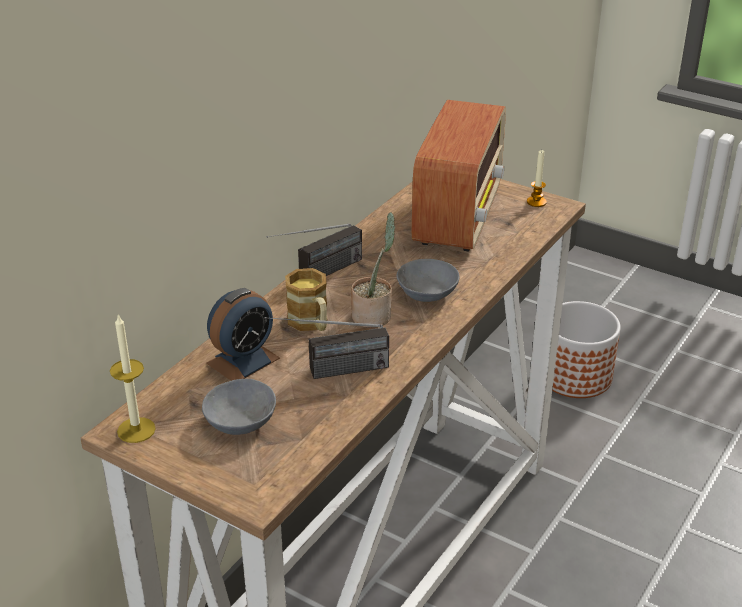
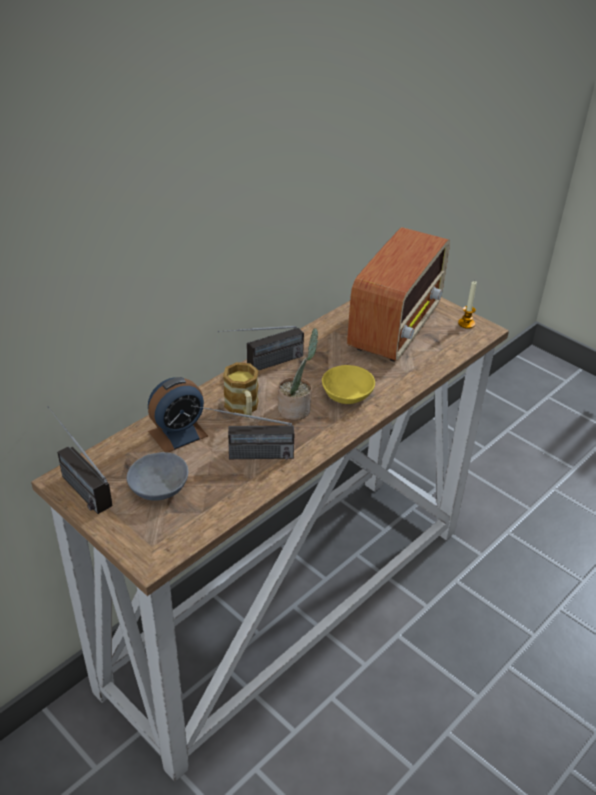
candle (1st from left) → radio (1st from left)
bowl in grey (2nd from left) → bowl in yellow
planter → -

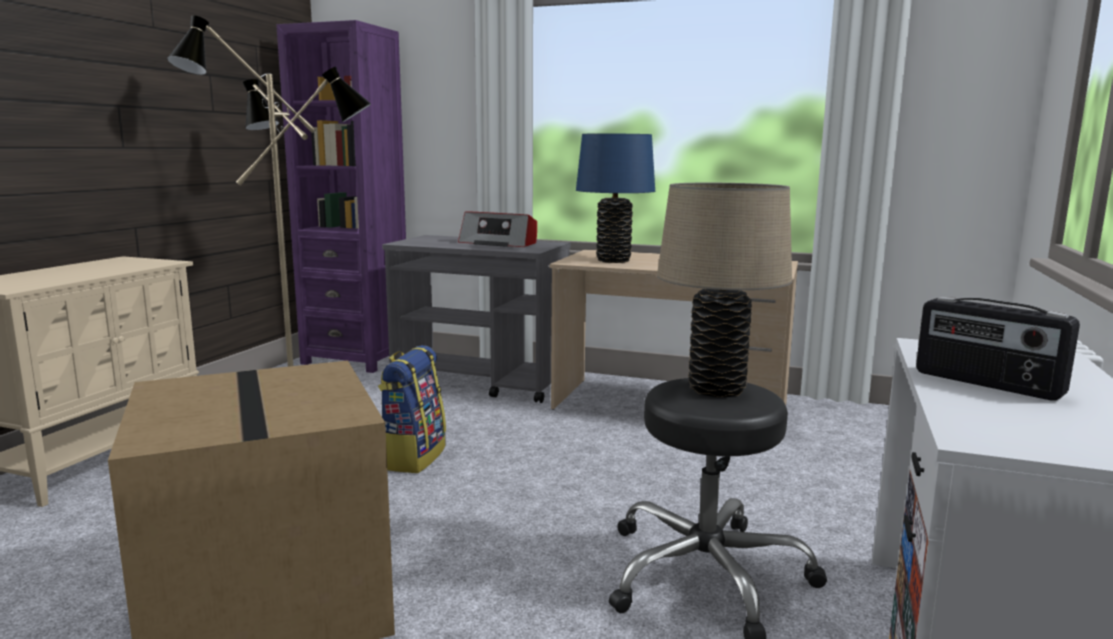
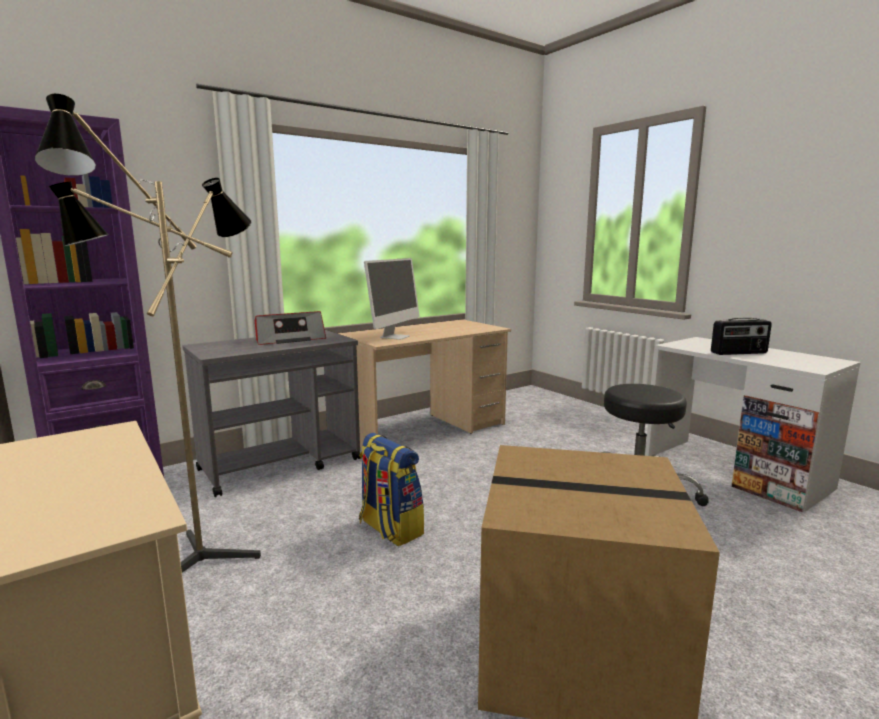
table lamp in blue → monitor
table lamp in beige → -

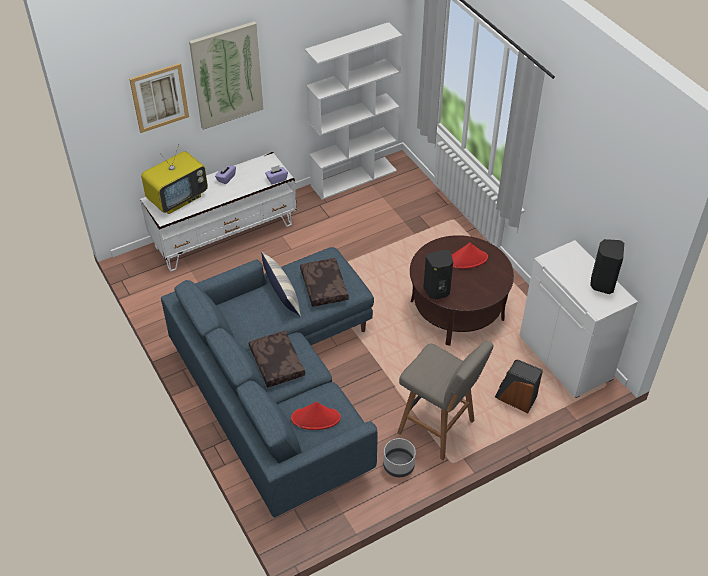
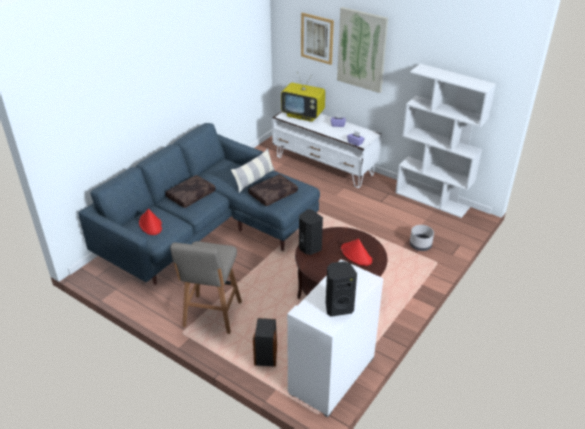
planter in grey, move

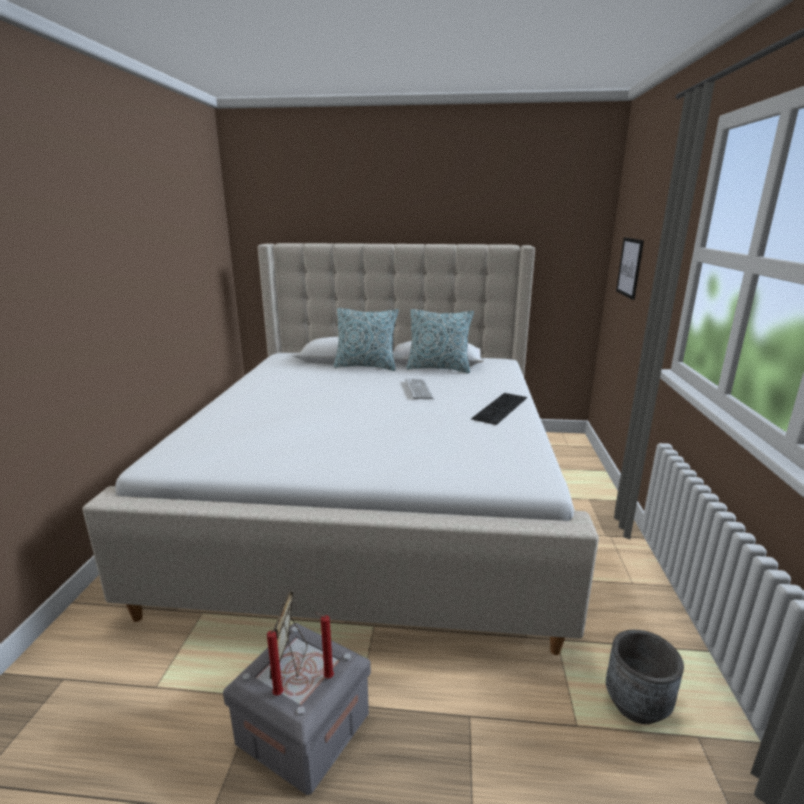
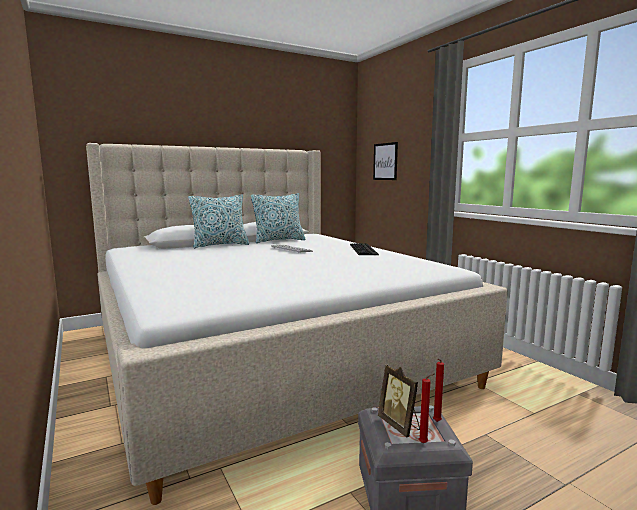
planter in grey → -

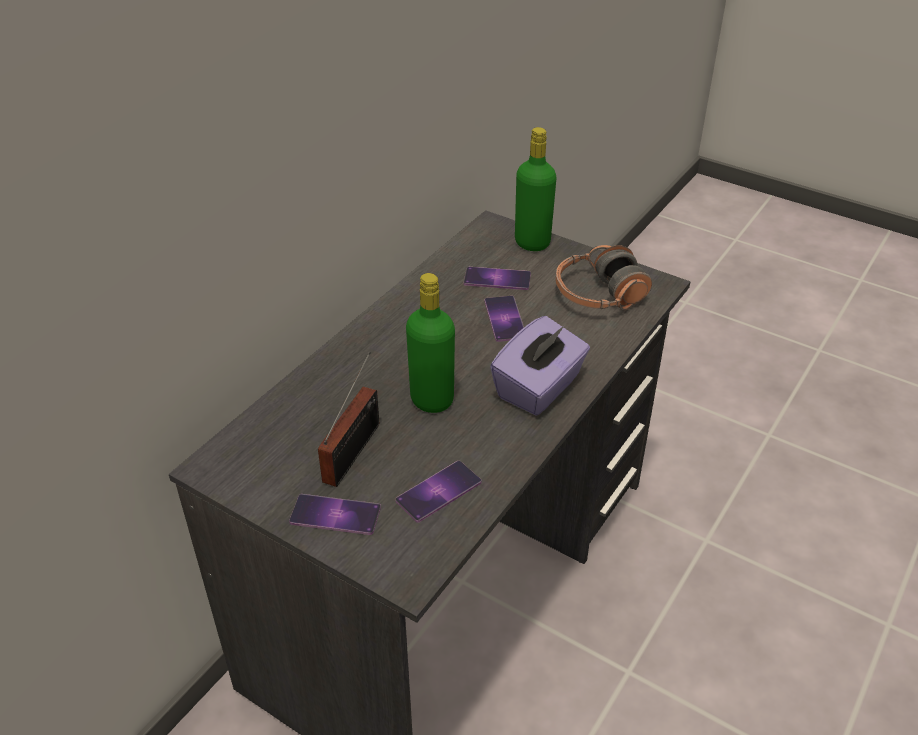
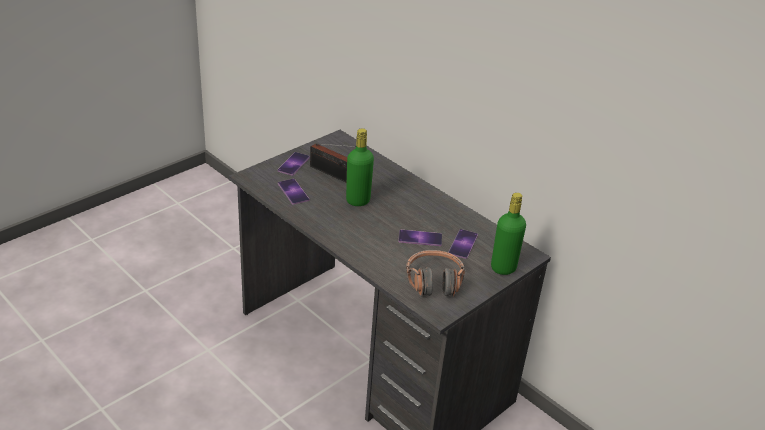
tissue box in purple → -

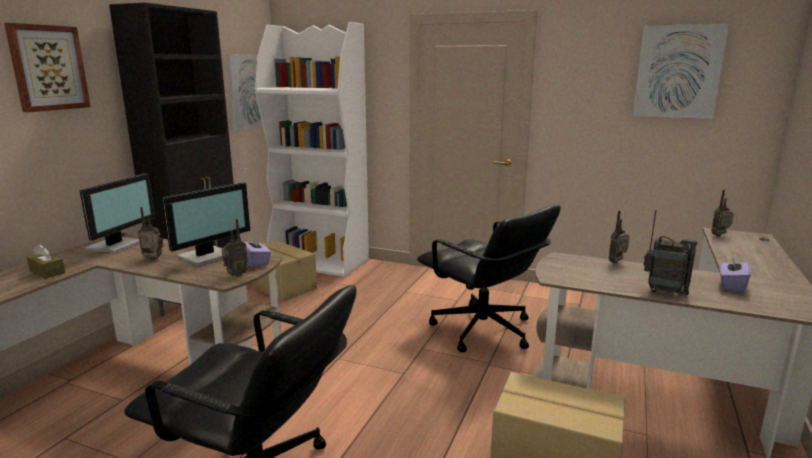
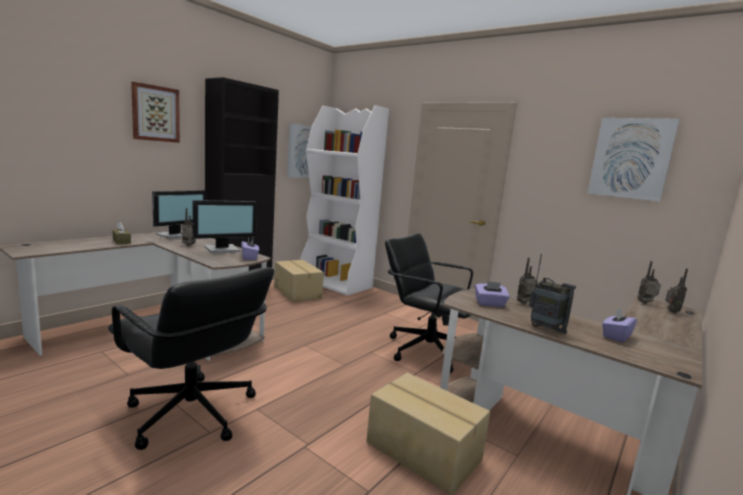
radio (2nd from left in the first image) → radio (5th from left), move
office chair in black (2nd from left), 150 degrees clockwise
- → tissue box in purple (2nd from left)

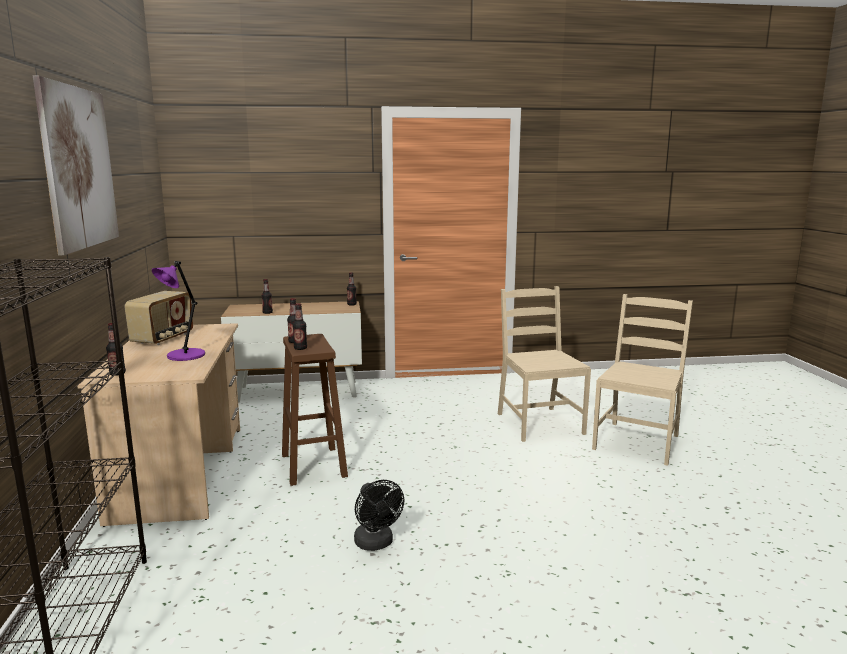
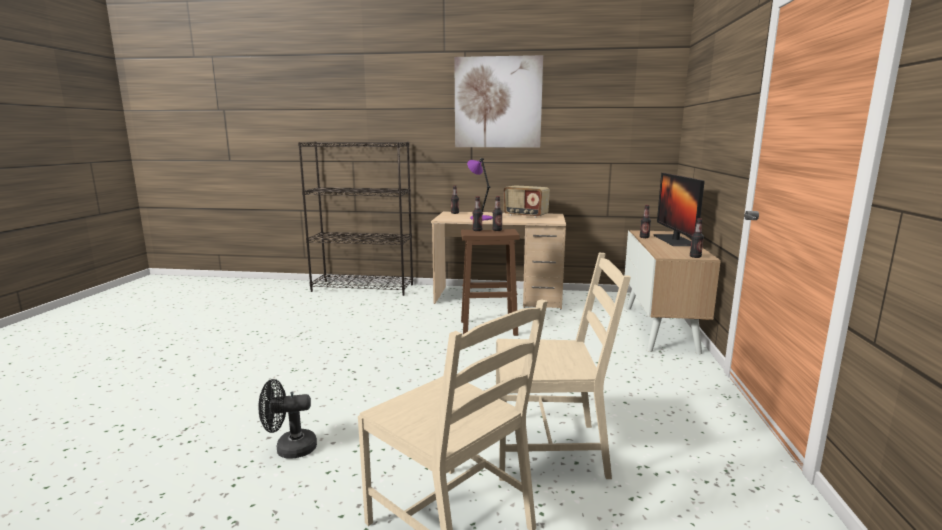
fan in black, move
- → monitor

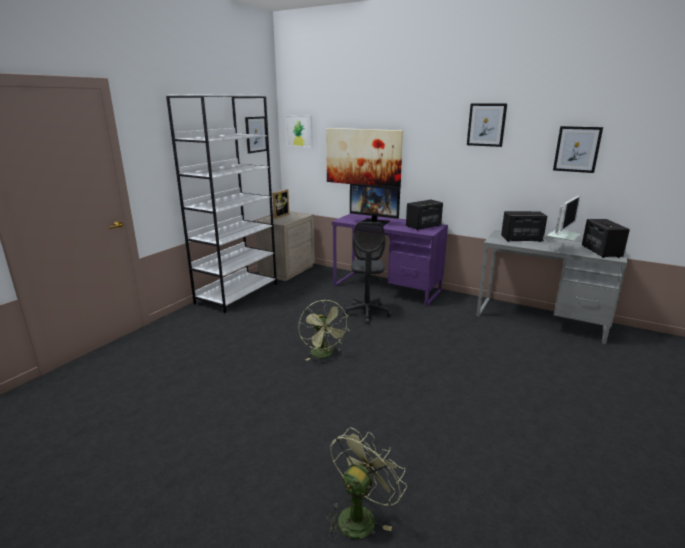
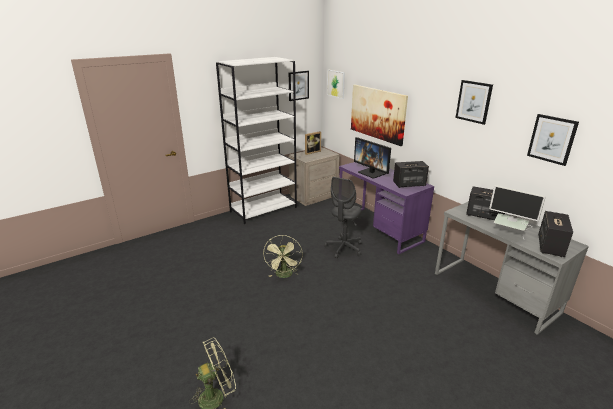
monitor (2nd from left), 60 degrees clockwise

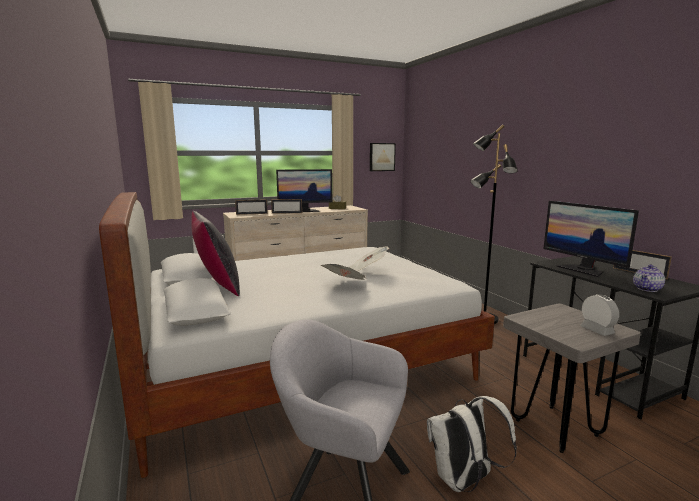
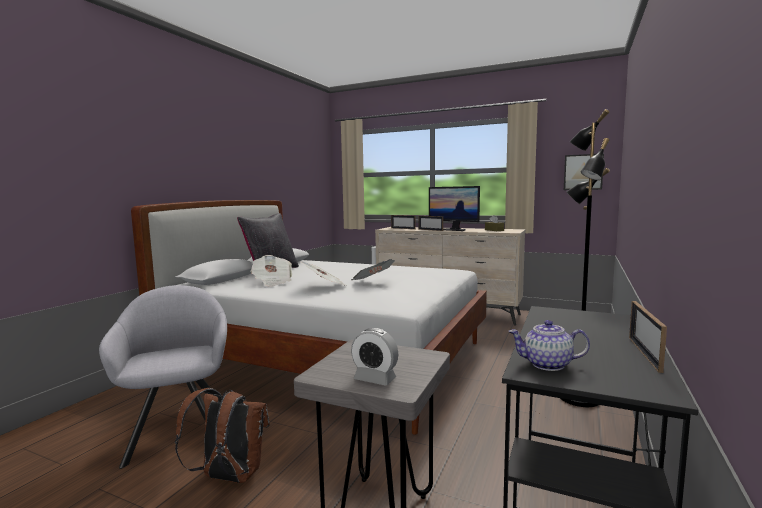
backpack in white → backpack in brown
monitor (2nd from left) → -
alarm clock, 90 degrees clockwise
- → newspaper (1st from left)

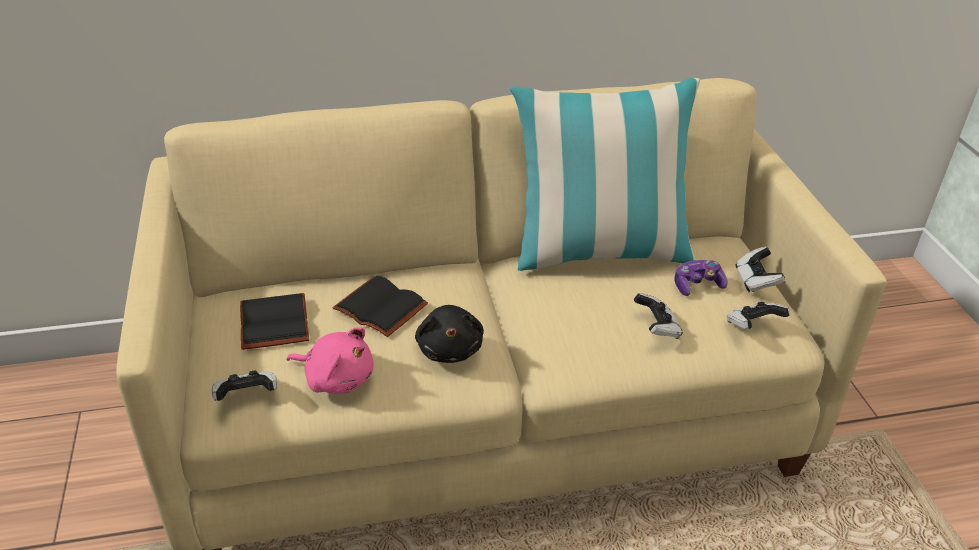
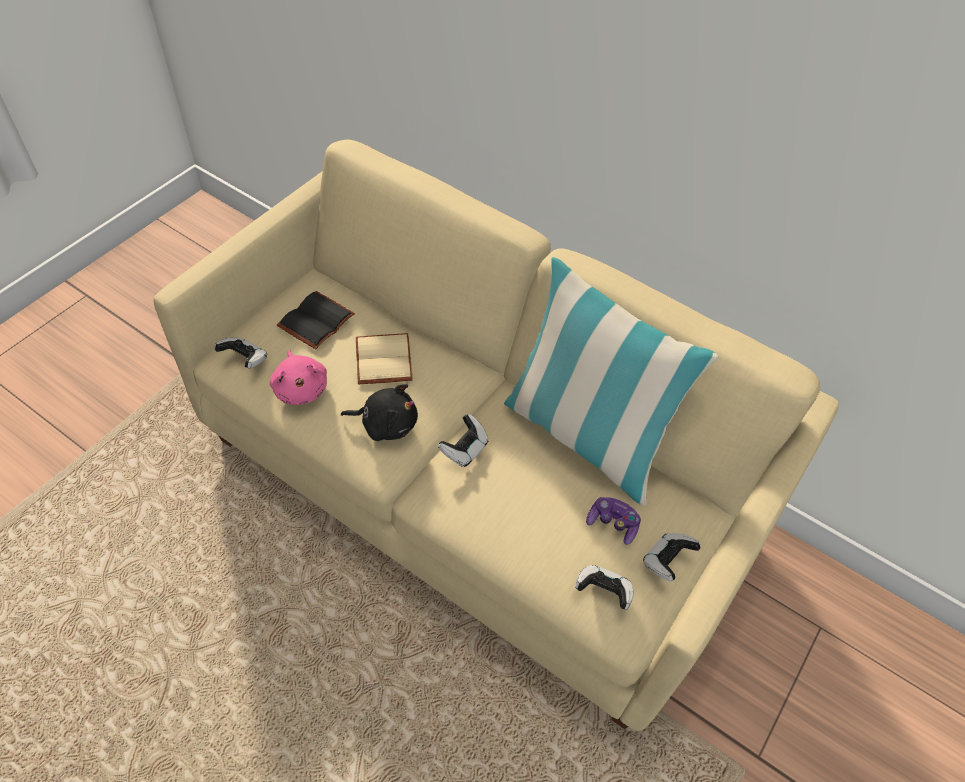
book in black (2nd from left) → book in beige
plush toy in black, 120 degrees counterclockwise
game controller (2nd from left), move

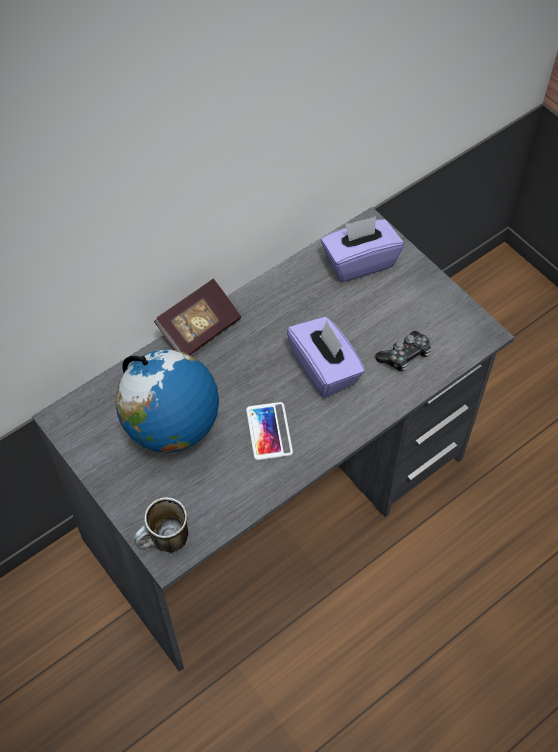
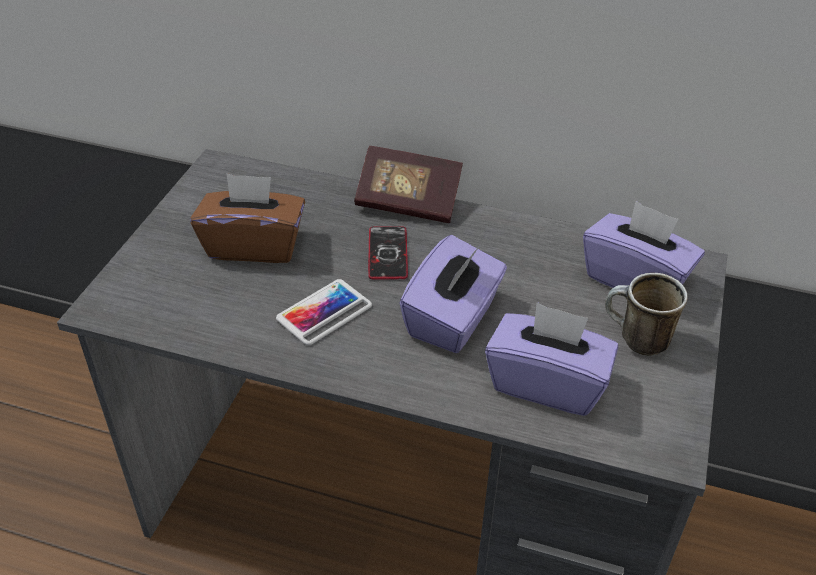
globe → tissue box in brown
mug, move
game controller → tissue box in purple (2nd from left)
- → phone (2nd from left)

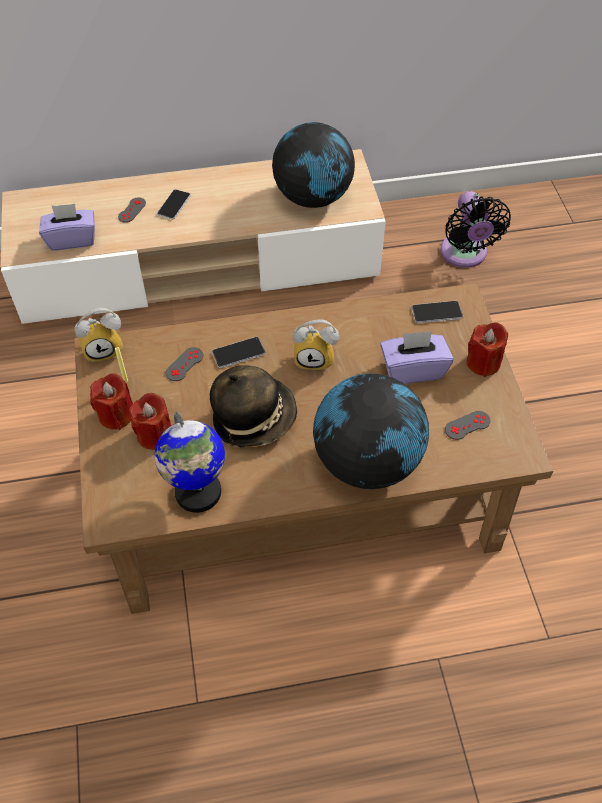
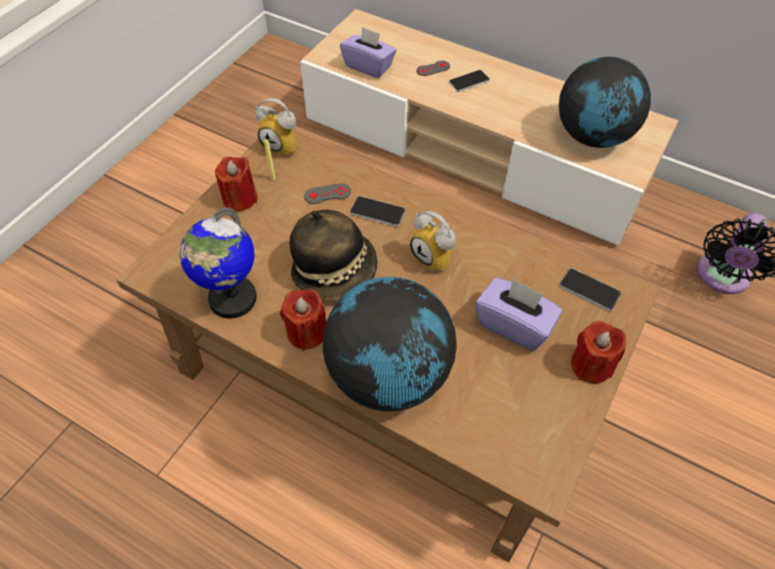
candle in red (2nd from left), move
game controller in grey (3rd from left) → -

